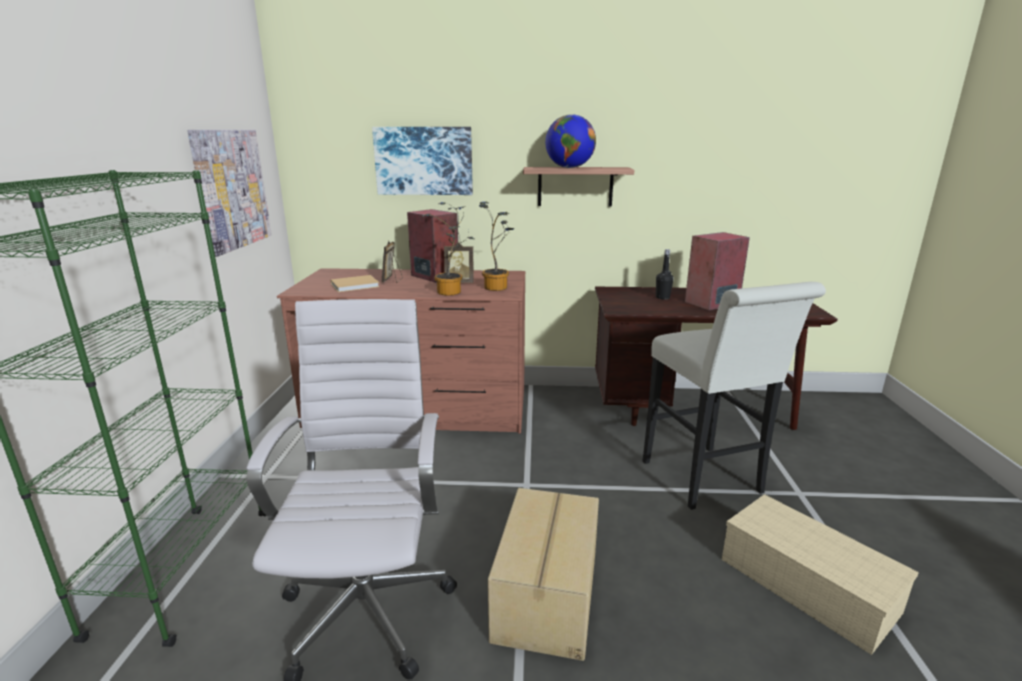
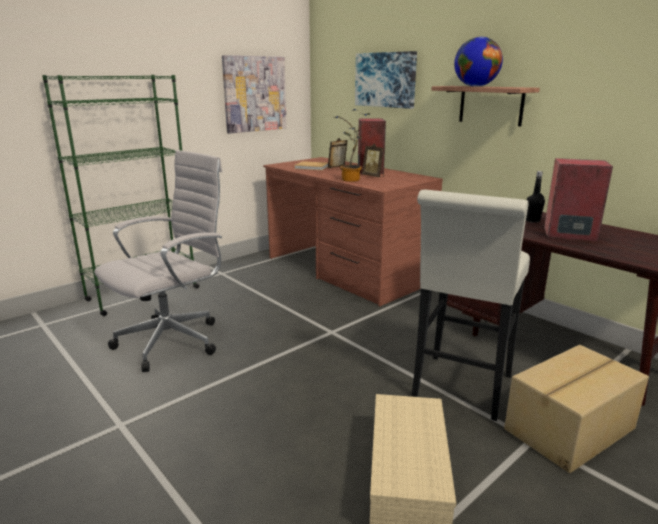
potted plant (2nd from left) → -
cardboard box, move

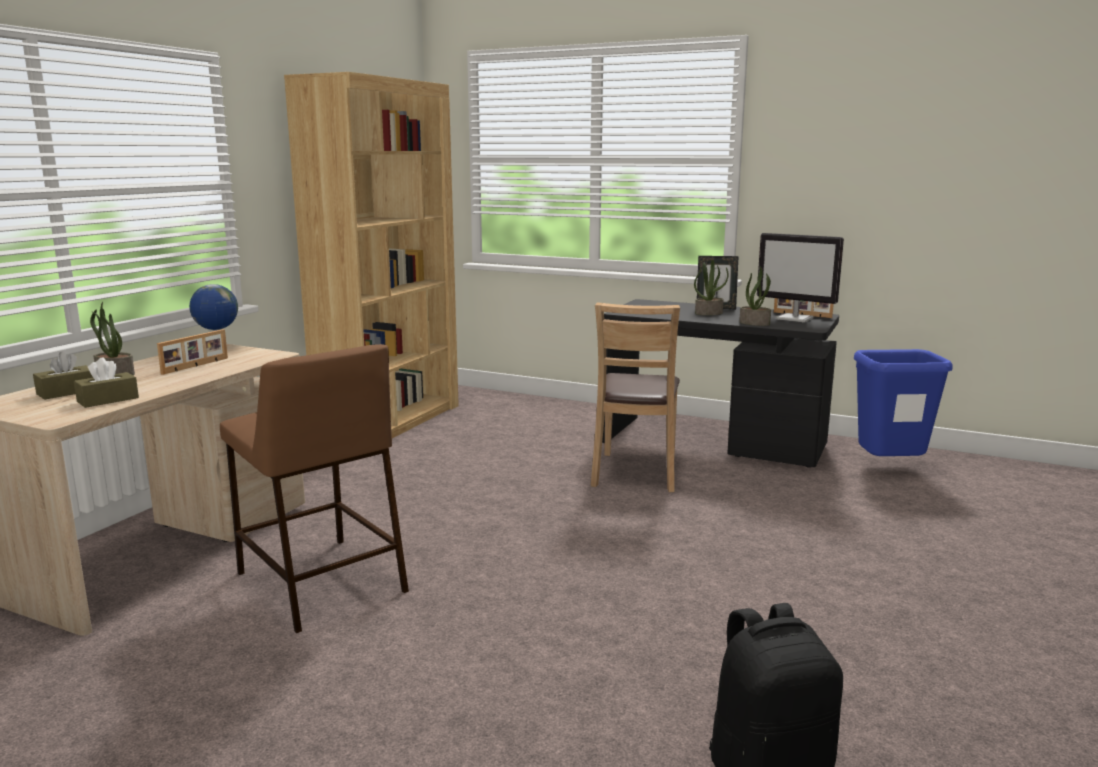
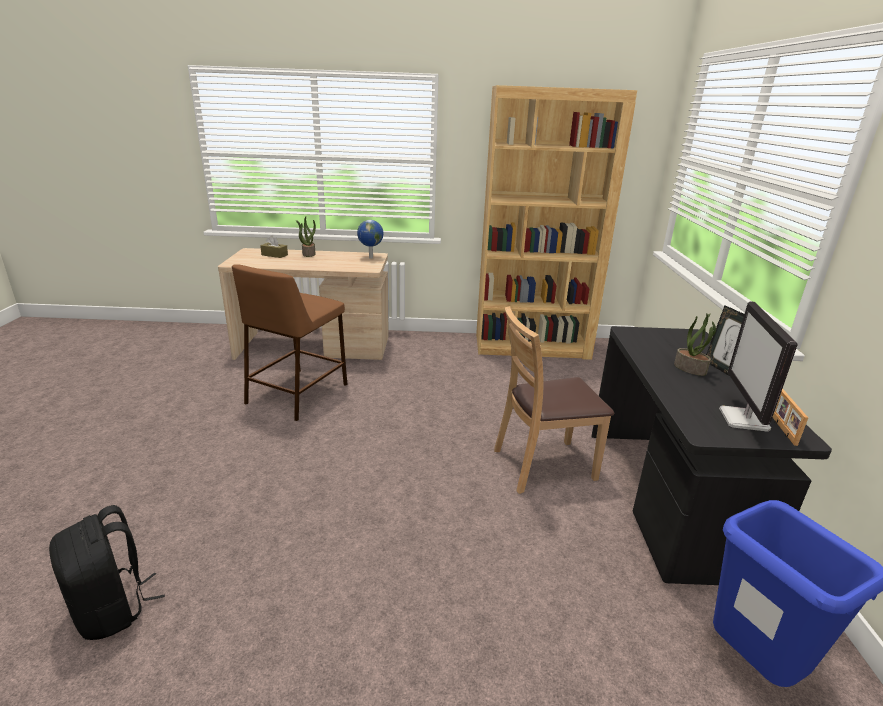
tissue box in brown (2nd from left) → -
picture frame (1st from left) → -
potted plant (3rd from left) → -

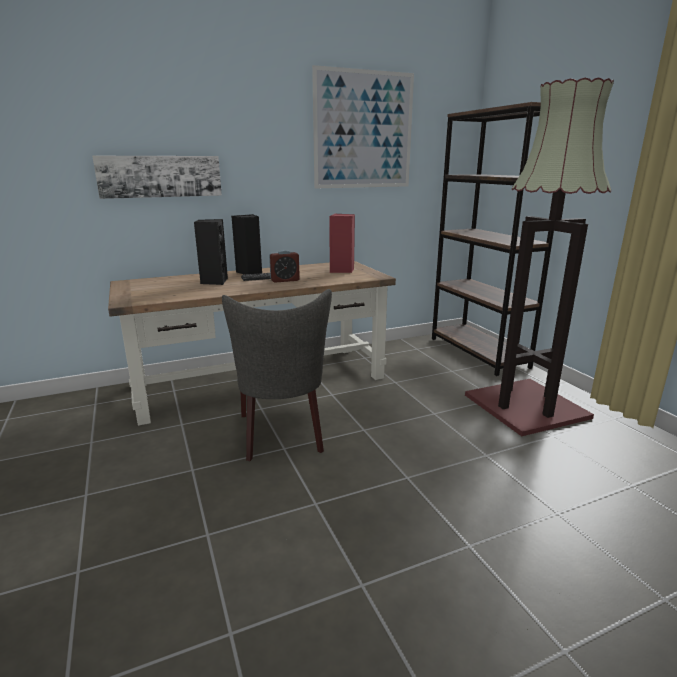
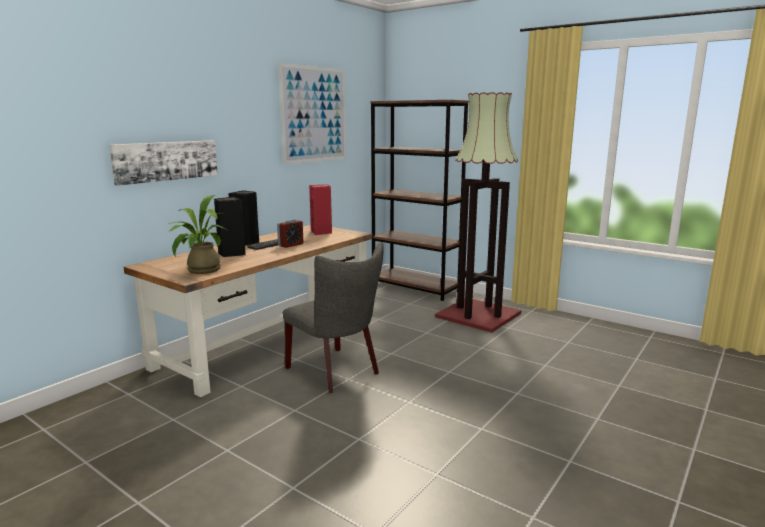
- → potted plant

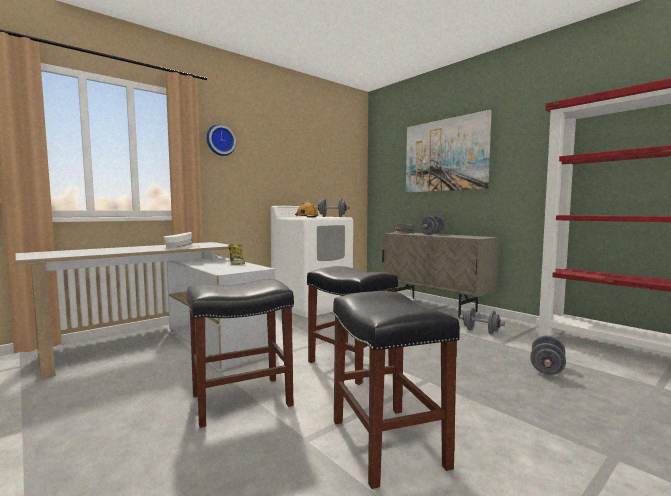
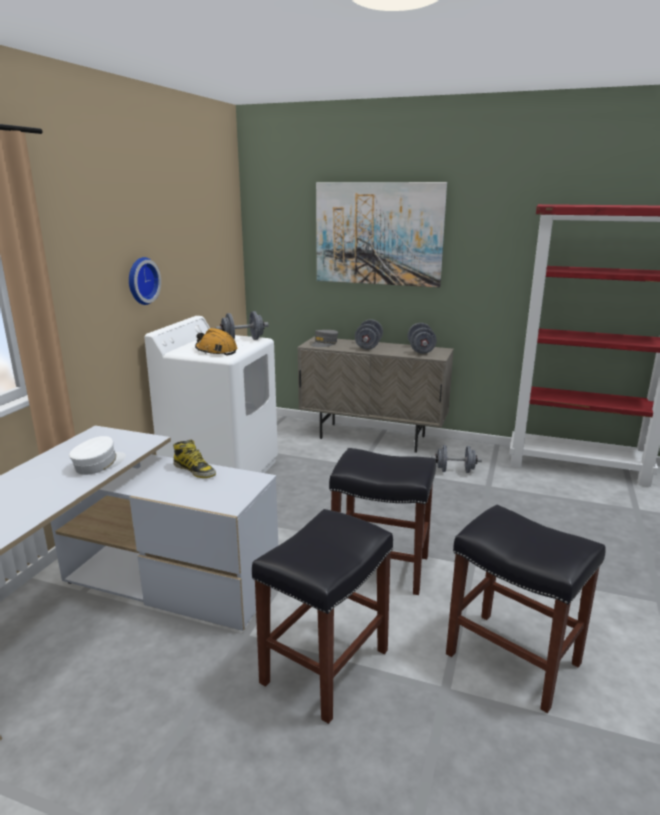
wall clock, move
dumbbell in grey (4th from left in the first image) → dumbbell in grey (3rd from left), move

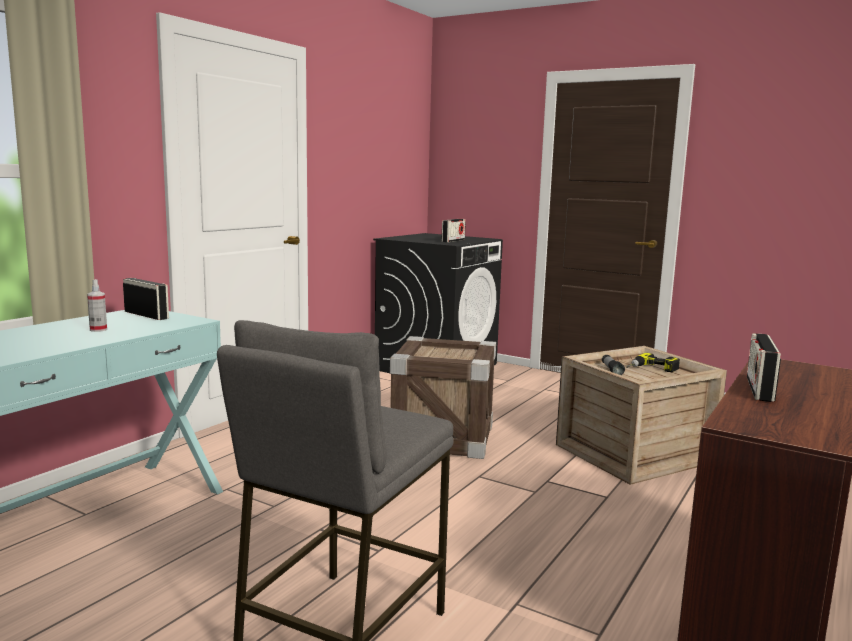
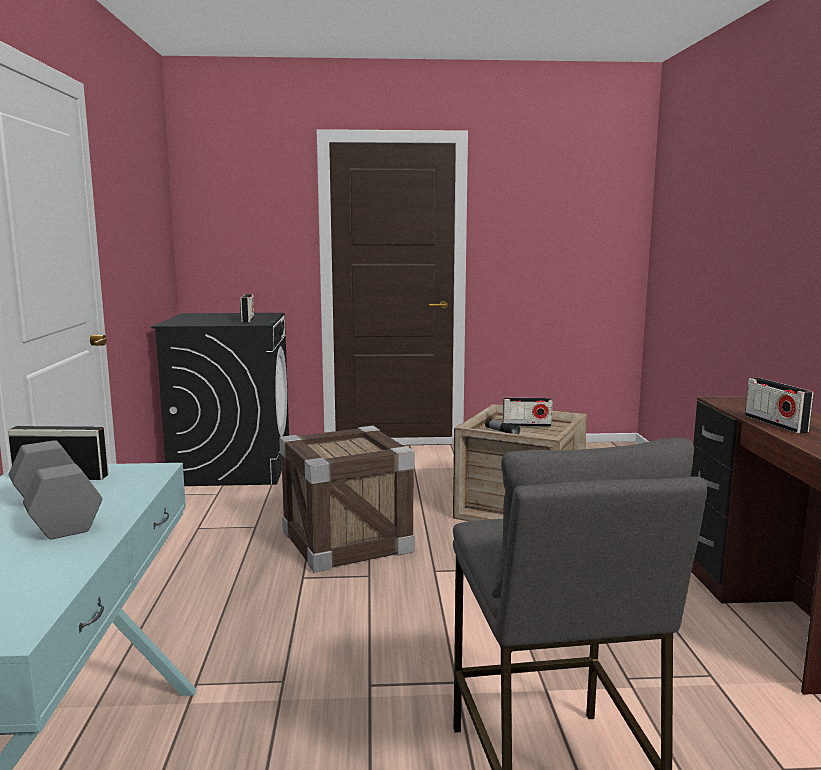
spray bottle → dumbbell in grey
power drill → radio (3rd from left)

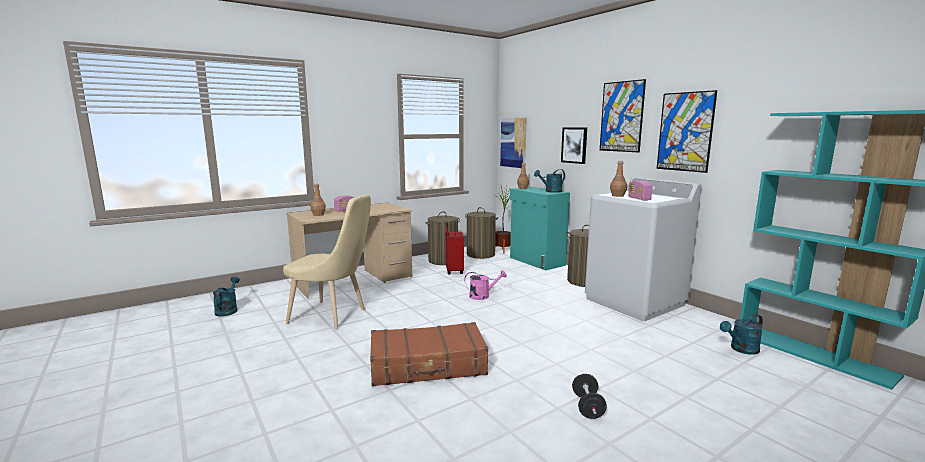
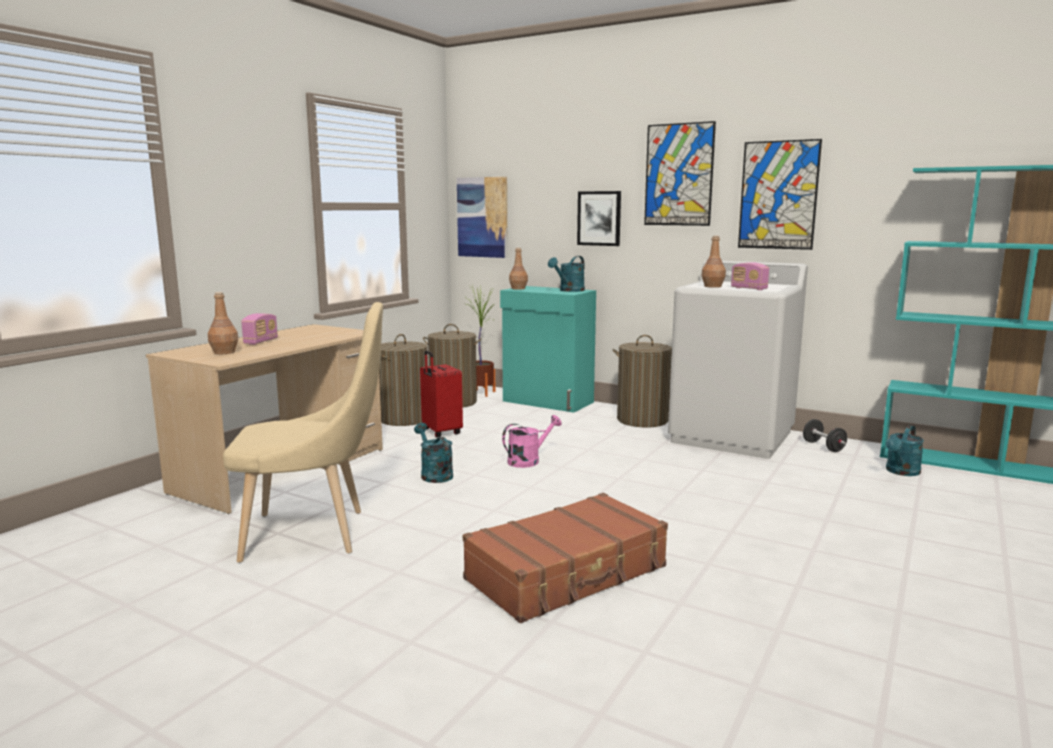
watering can in turquoise (1st from left), move
dumbbell in black, move

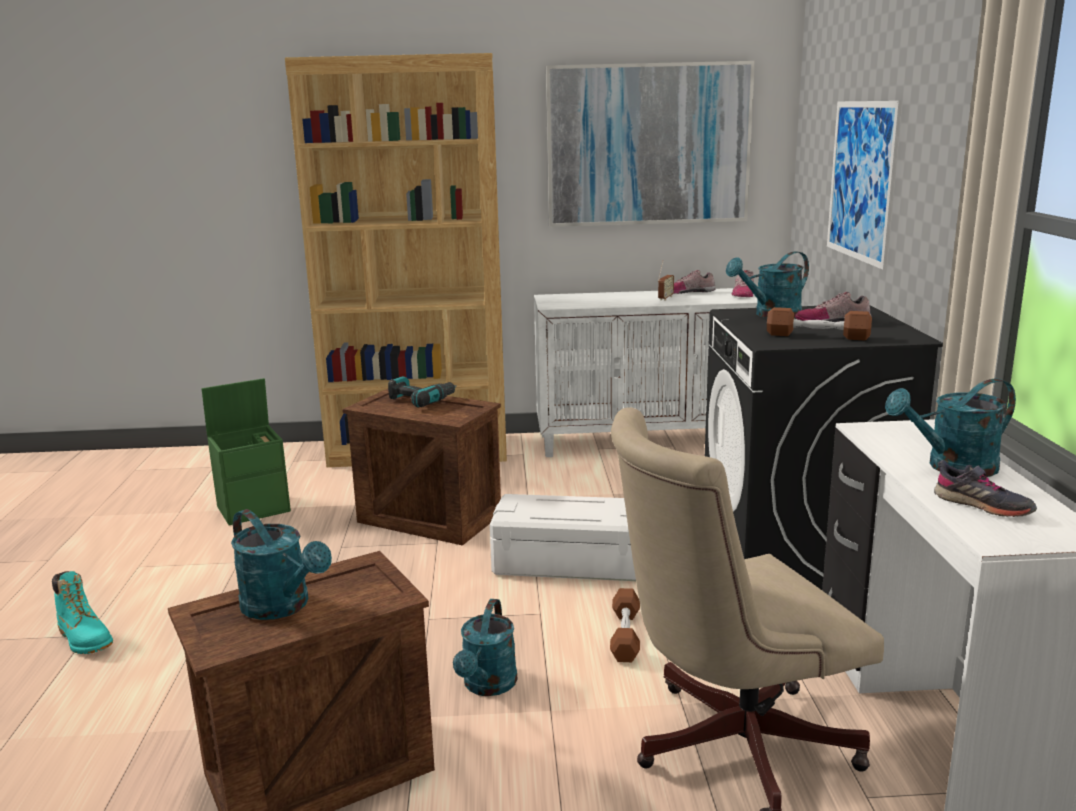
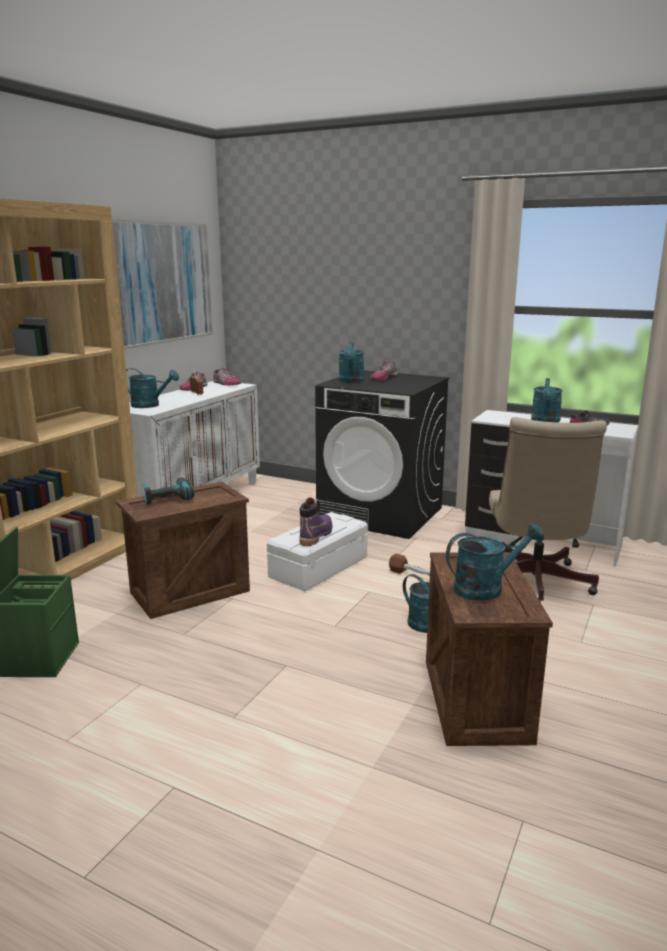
boot in turquoise → -
dumbbell in brown (2nd from left) → -
picture (2nd from left) → -
- → watering can in turquoise (1st from left)
- → boot in purple

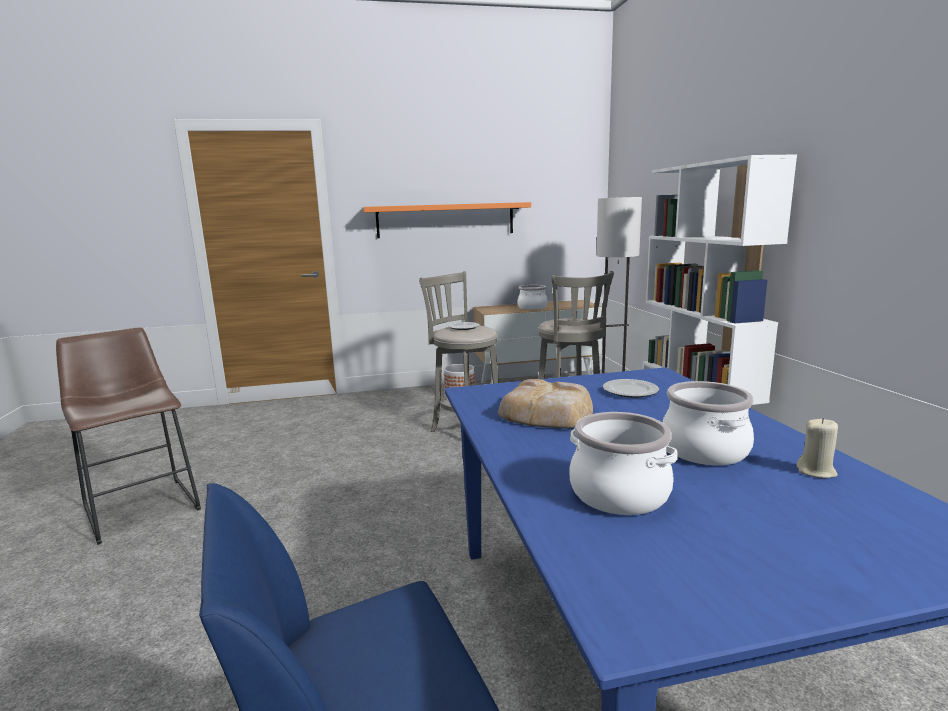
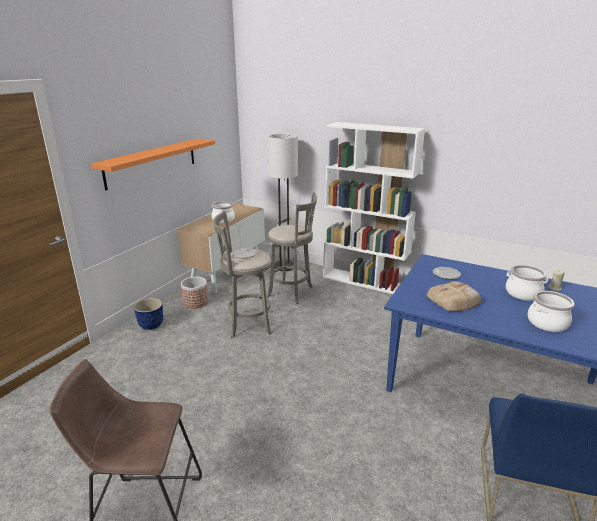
- → planter (1st from left)

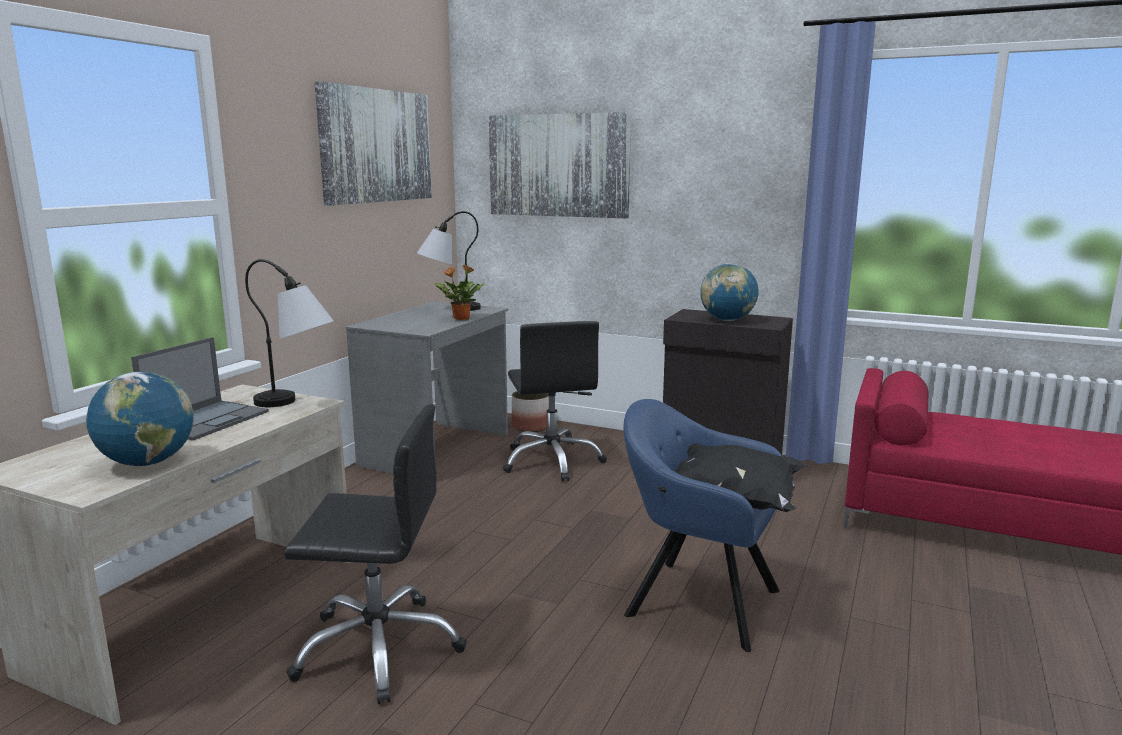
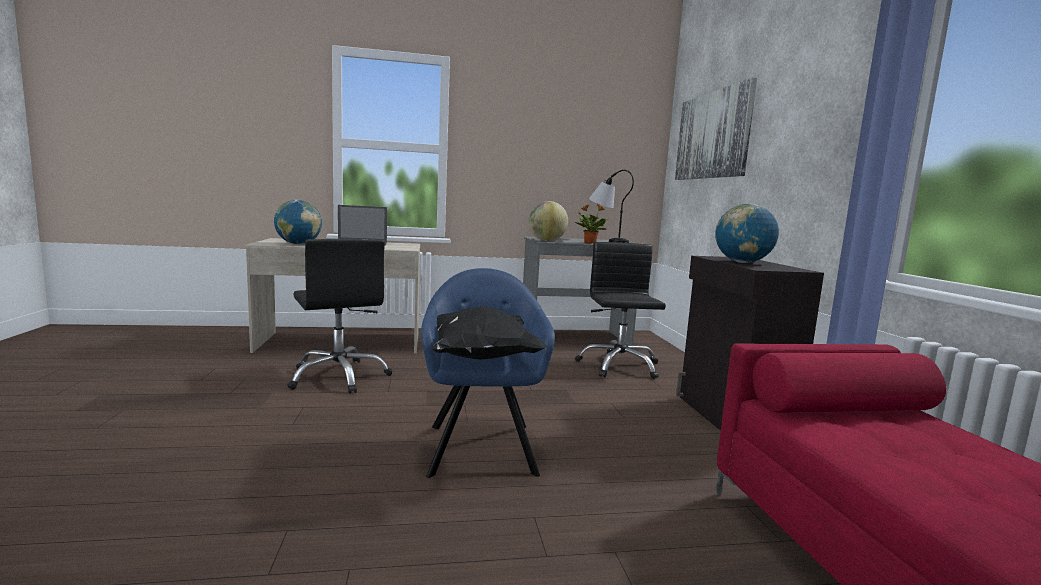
table lamp (1st from left) → -
picture (1st from left) → -
office chair in black (2nd from left), 135 degrees clockwise
planter → -
- → globe (2nd from left)

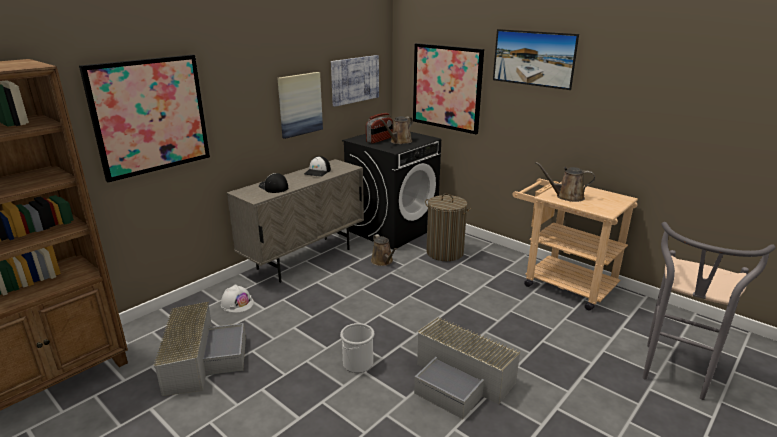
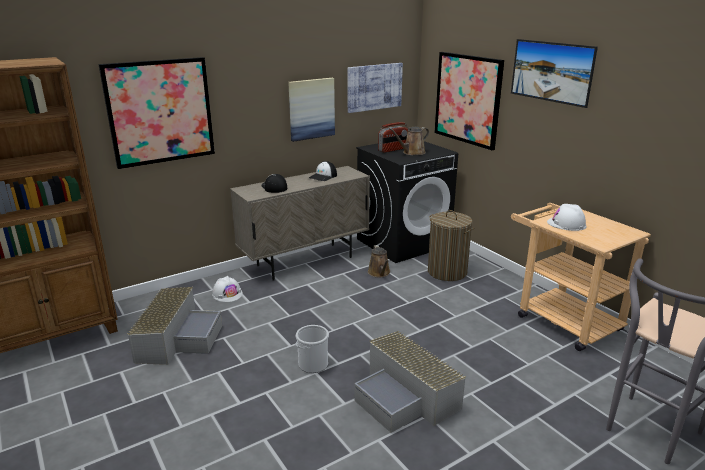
watering can in brown (3rd from left) → hard hat in white (2nd from left)

